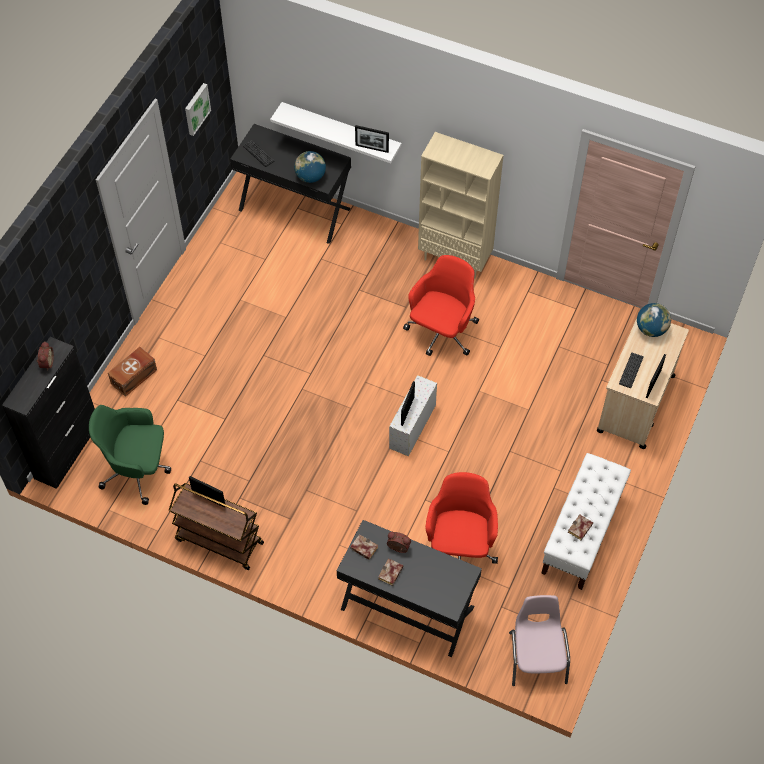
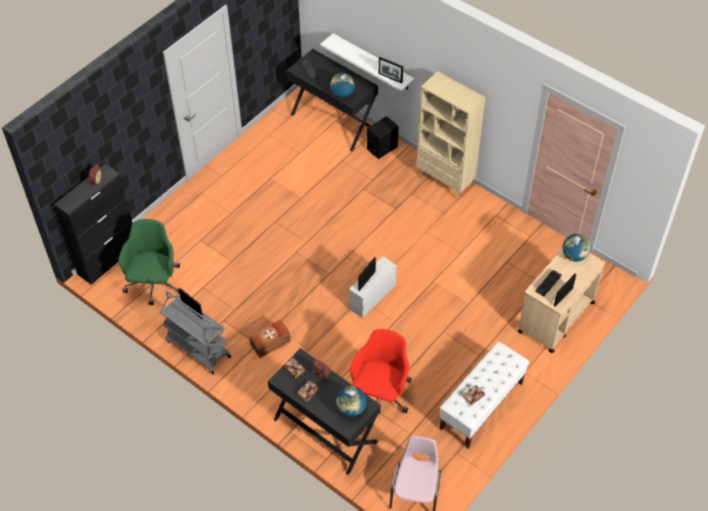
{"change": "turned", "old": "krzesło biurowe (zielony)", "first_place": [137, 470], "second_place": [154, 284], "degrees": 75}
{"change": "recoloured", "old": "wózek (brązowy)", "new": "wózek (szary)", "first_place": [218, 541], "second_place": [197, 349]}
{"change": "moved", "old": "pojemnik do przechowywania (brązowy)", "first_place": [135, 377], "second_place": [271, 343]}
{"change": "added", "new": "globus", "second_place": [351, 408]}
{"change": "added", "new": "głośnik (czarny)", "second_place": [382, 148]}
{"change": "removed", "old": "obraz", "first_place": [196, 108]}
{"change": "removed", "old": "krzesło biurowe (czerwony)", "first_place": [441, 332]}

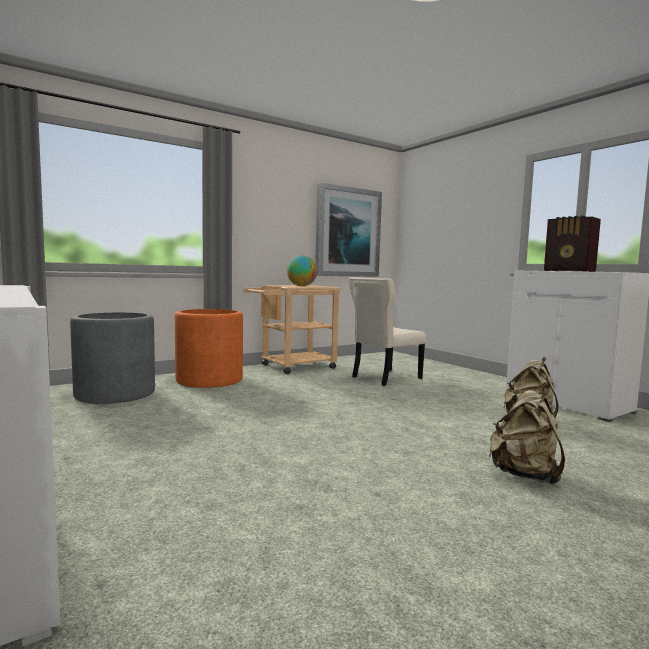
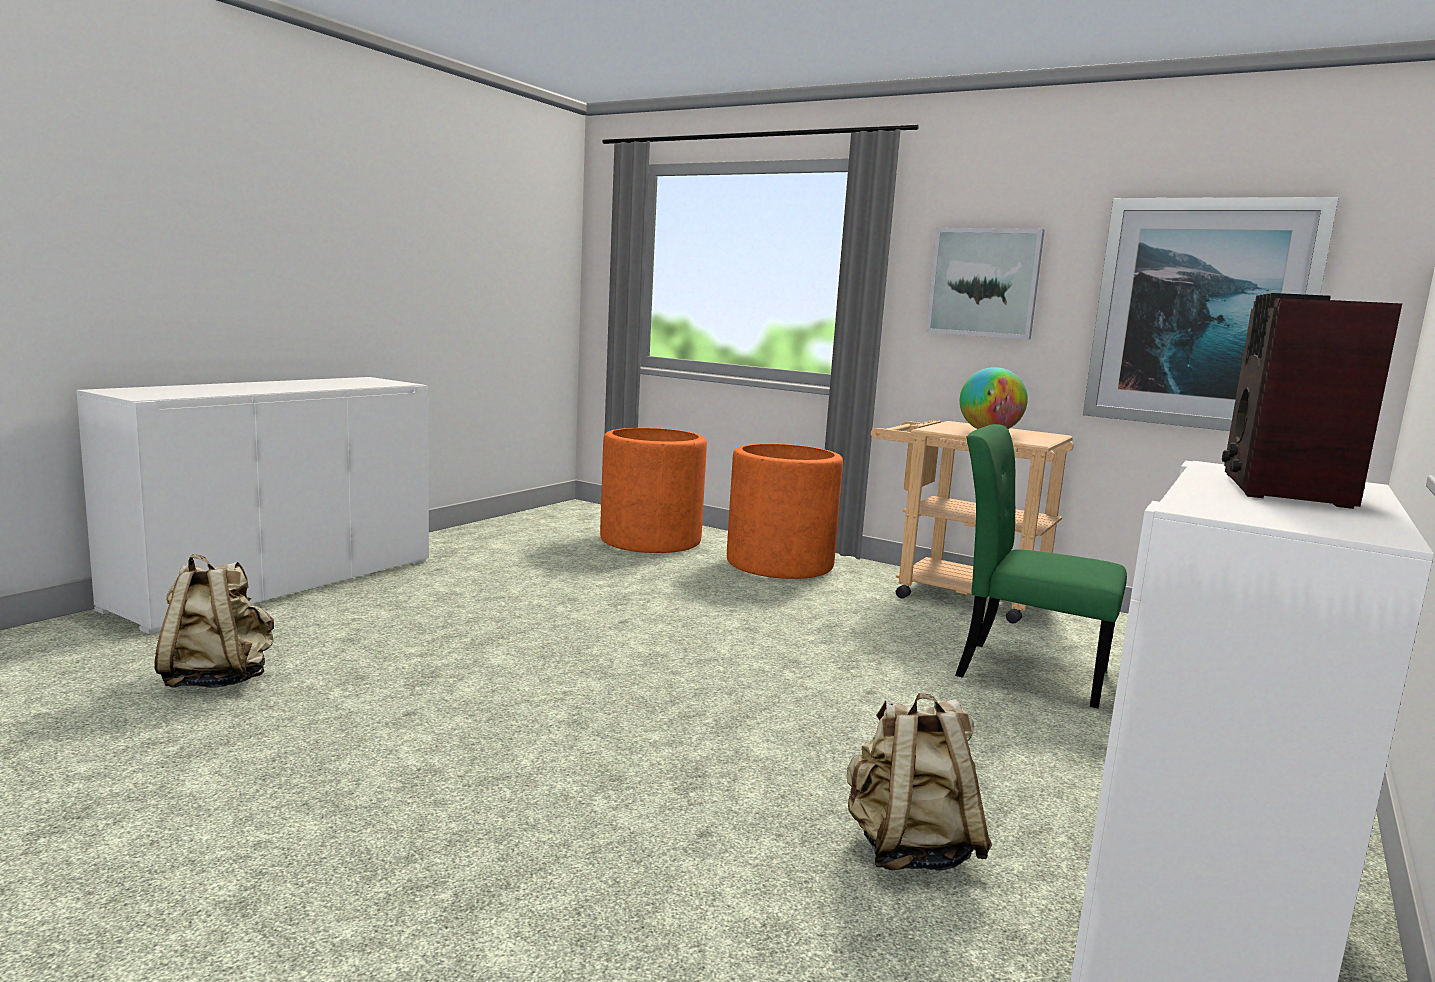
{"change": "moved", "old": "plecak (beżowy)", "first_place": [525, 475], "second_place": [218, 679]}
{"change": "recoloured", "old": "donica (szary)", "new": "donica (pomarańczowy)", "first_place": [115, 394], "second_place": [651, 540]}
{"change": "added", "new": "obraz", "second_place": [984, 283]}
{"change": "recoloured", "old": "krzesło (beżowy)", "new": "krzesło (zielony)", "first_place": [384, 378], "second_place": [1024, 671]}

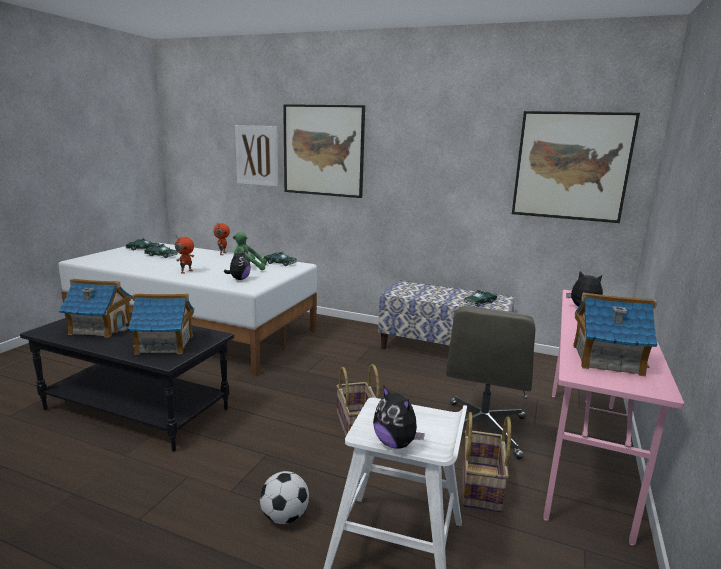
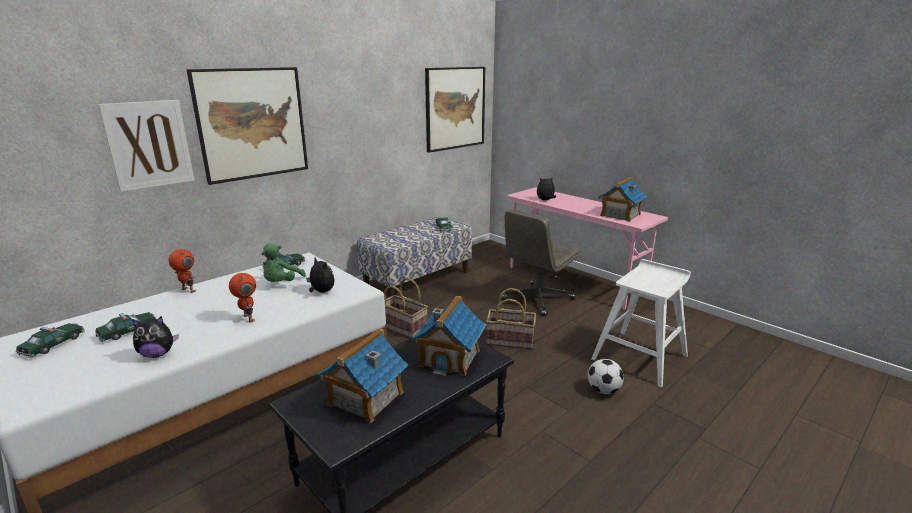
{"change": "moved", "old": "pluszak", "first_place": [396, 443], "second_place": [157, 354]}
{"change": "moved", "old": "koszyk", "first_place": [482, 486], "second_place": [404, 327]}
{"change": "turned", "old": "krzesło biurowe (szary)", "first_place": [482, 430], "second_place": [537, 299], "degrees": 90}

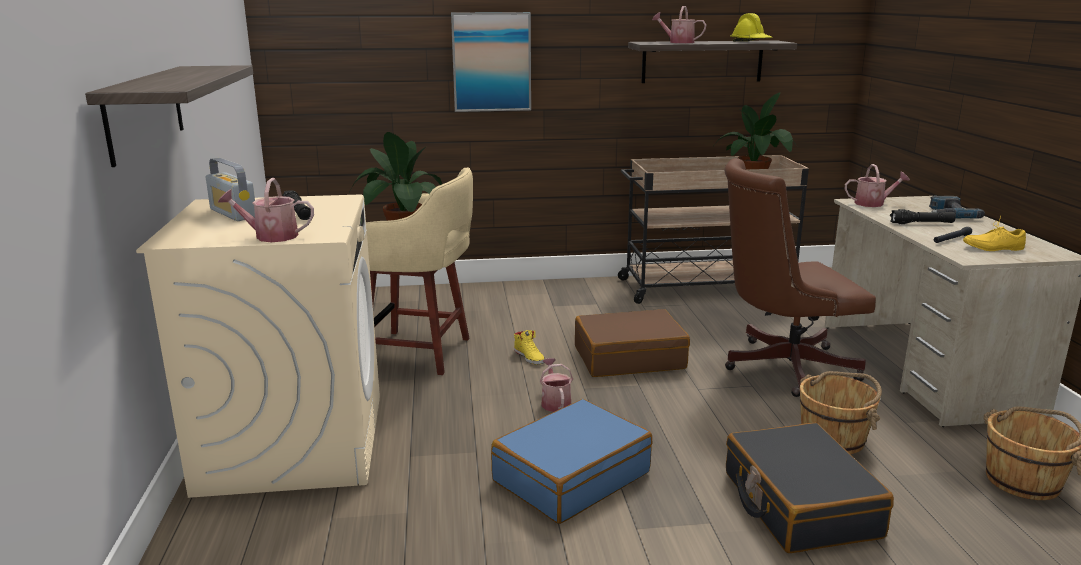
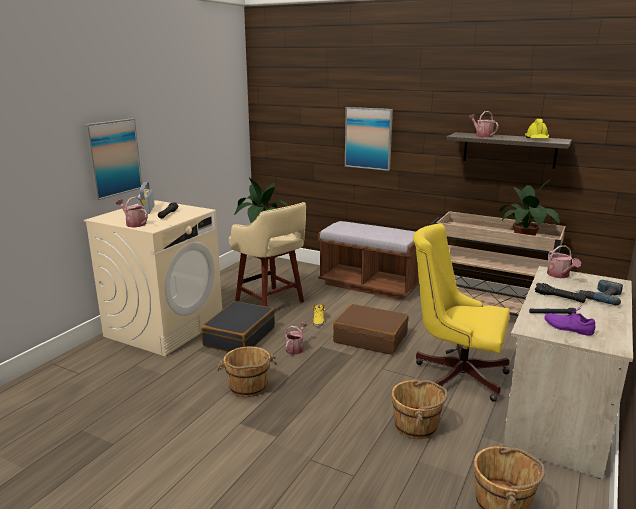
{"change": "replaced", "old": "półka", "new": "obraz", "first_place": [145, 112], "second_place": [113, 158]}
{"change": "moved", "old": "walizka (czarny)", "first_place": [799, 504], "second_place": [239, 336]}
{"change": "replaced", "old": "walizka (niebieski)", "new": "wiadro (brązowy)", "first_place": [571, 476], "second_place": [248, 387]}
{"change": "added", "new": "ławka (brązowy)", "second_place": [369, 285]}
{"change": "recoloured", "old": "krzesło biurowe (brązowy)", "new": "krzesło biurowe (żółty)", "first_place": [781, 367], "second_place": [455, 374]}
{"change": "recoloured", "old": "but (żółty)", "new": "but (fioletowy)", "first_place": [992, 247], "second_place": [568, 327]}
{"change": "turned", "old": "konewka", "first_place": [873, 203], "second_place": [560, 275], "degrees": 45}

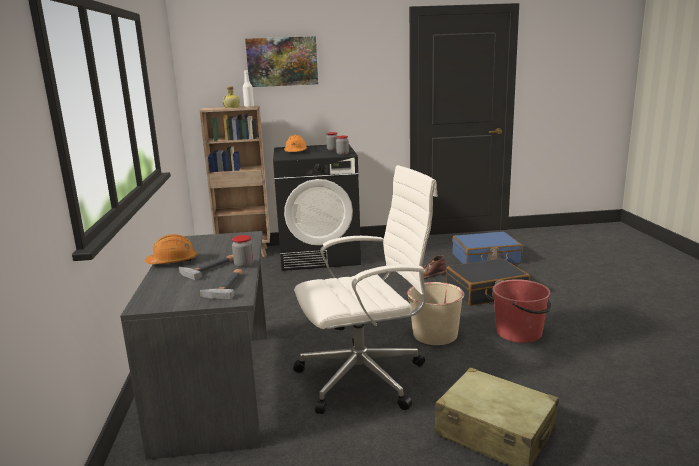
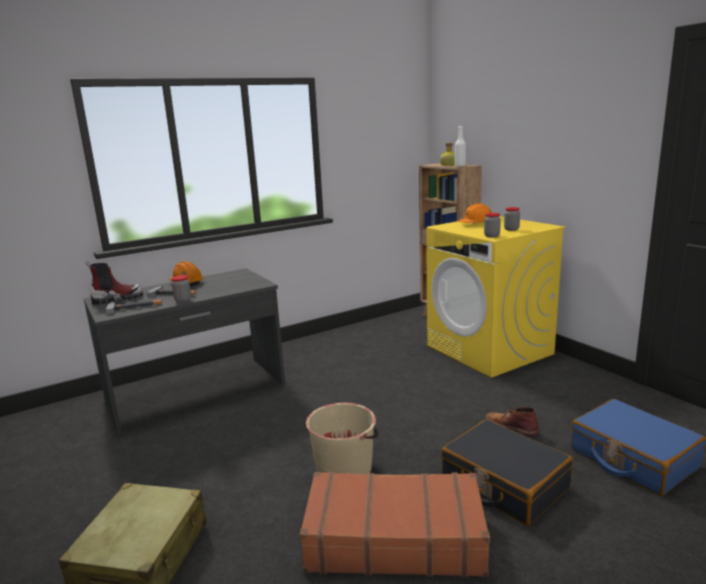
{"change": "added", "new": "but z cholewką", "second_place": [117, 299]}
{"change": "replaced", "old": "wiadro (czerwony)", "new": "walizka (brązowy)", "first_place": [519, 332], "second_place": [394, 538]}
{"change": "recoloured", "old": "pralka (czarny)", "new": "pralka (żółty)", "first_place": [320, 255], "second_place": [489, 350]}
{"change": "removed", "old": "obraz", "first_place": [282, 61]}
{"change": "removed", "old": "krzesło biurowe (biały)", "first_place": [365, 377]}

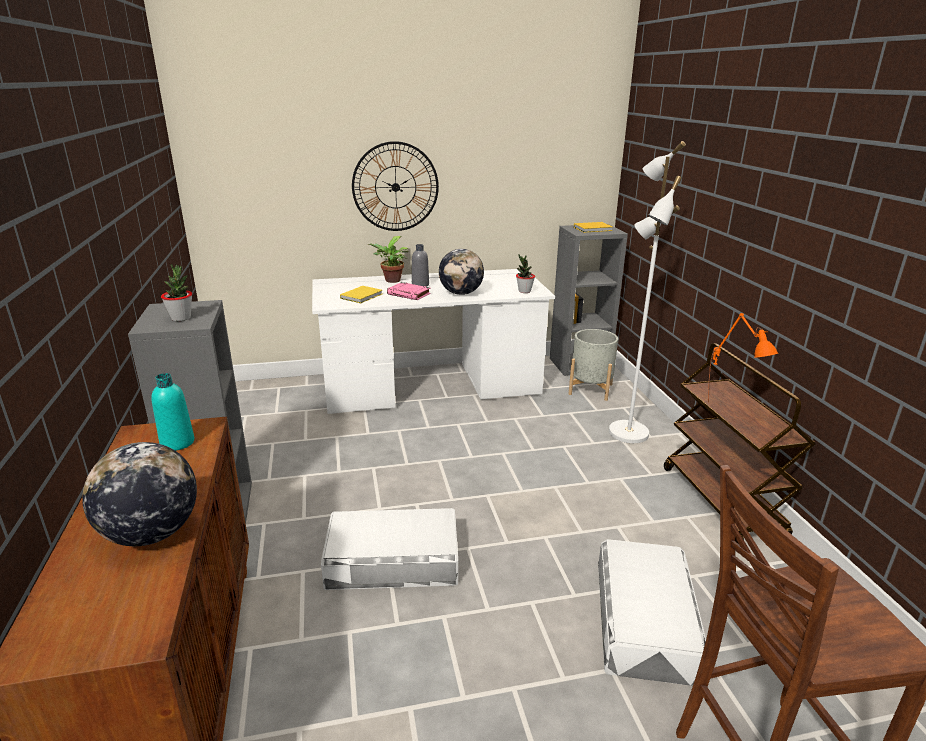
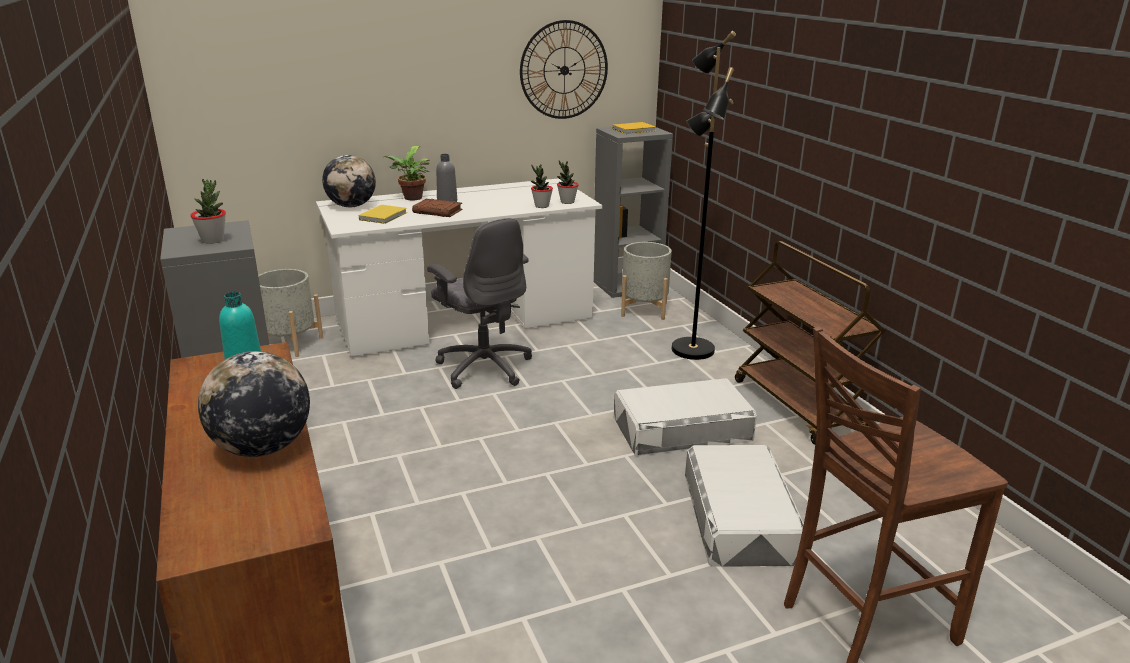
{"change": "added", "new": "donica (szary)", "second_place": [290, 343]}
{"change": "moved", "old": "globus", "first_place": [461, 293], "second_place": [352, 206]}
{"change": "recoloured", "old": "książka (różowy)", "new": "książka (brązowy)", "first_place": [409, 294], "second_place": [438, 211]}
{"change": "added", "new": "krzesło biurowe (szary)", "second_place": [484, 367]}
{"change": "moved", "old": "zegar ścienny", "first_place": [395, 187], "second_place": [564, 70]}
{"change": "added", "new": "roślina doniczkowa", "second_place": [541, 206]}
{"change": "moved", "old": "pojemnik do przechowywania (biały)", "first_place": [393, 559], "second_place": [681, 428]}
{"change": "recoloured", "old": "lampa stojąca (biały)", "new": "lampa stojąca (czarny)", "first_place": [627, 432], "second_place": [691, 350]}
{"change": "removed", "old": "lampa stołowa (pomarańczowy)", "first_place": [731, 409]}

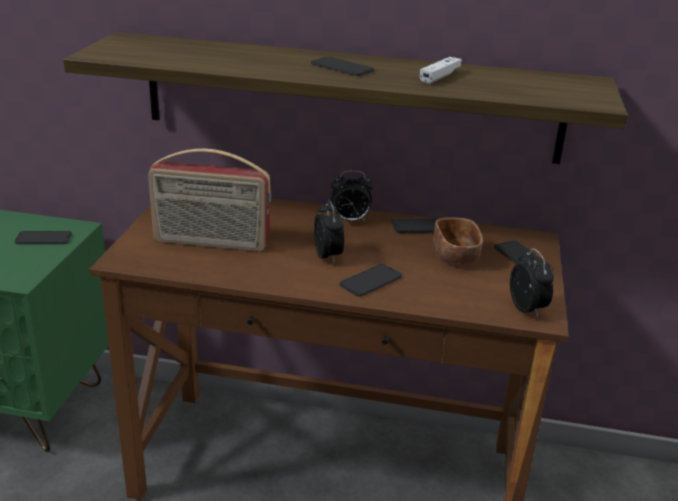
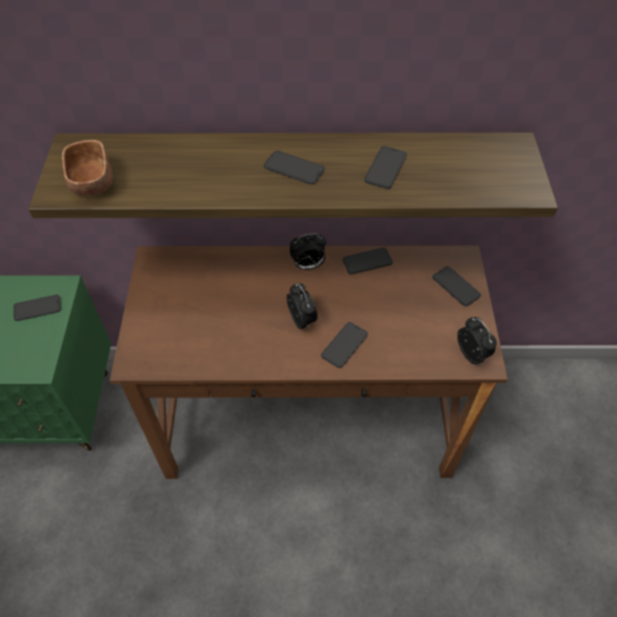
{"change": "moved", "old": "miska (brązowy)", "first_place": [455, 256], "second_place": [92, 182]}
{"change": "replaced", "old": "pad do gier (biały)", "new": "telefon", "first_place": [440, 76], "second_place": [385, 168]}
{"change": "removed", "old": "radio", "first_place": [211, 243]}

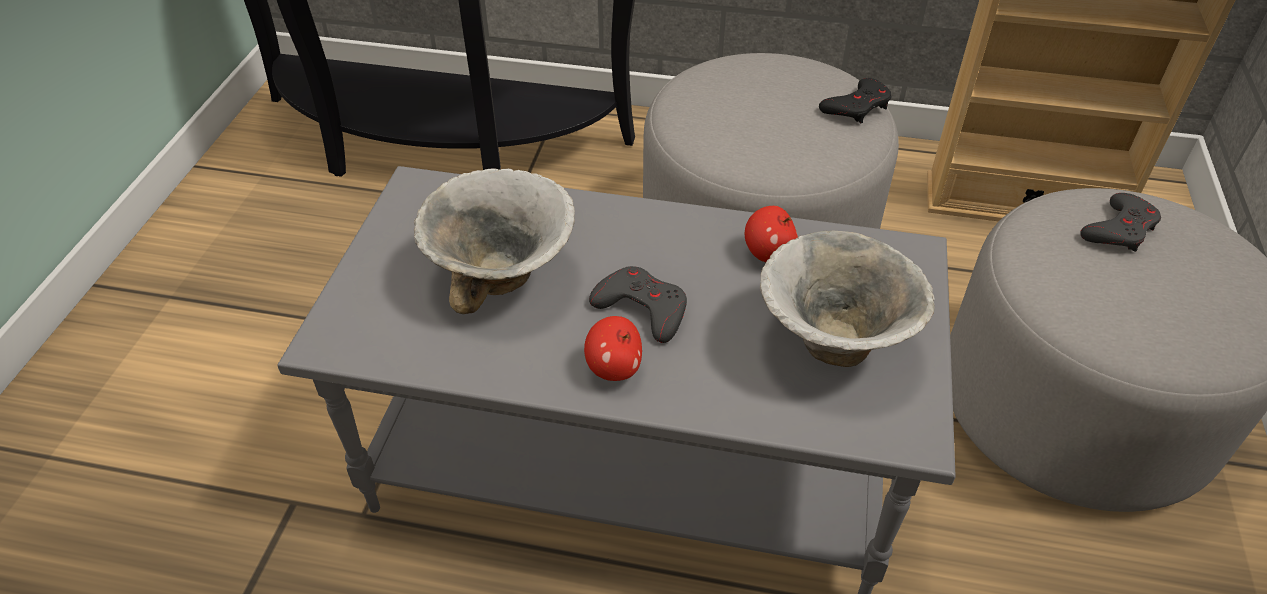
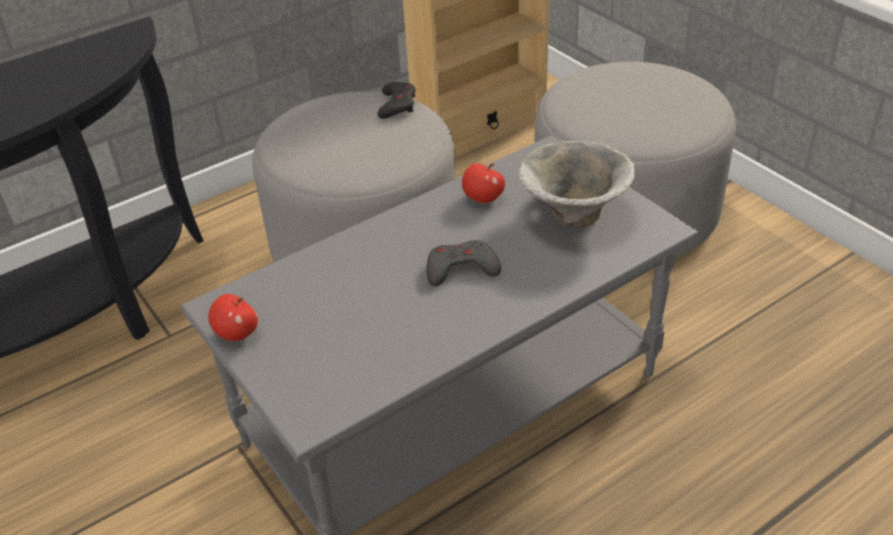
{"change": "moved", "old": "jabłko", "first_place": [614, 368], "second_place": [237, 333]}
{"change": "removed", "old": "miska", "first_place": [503, 278]}
{"change": "removed", "old": "pad do gier (szary)", "first_place": [1119, 229]}

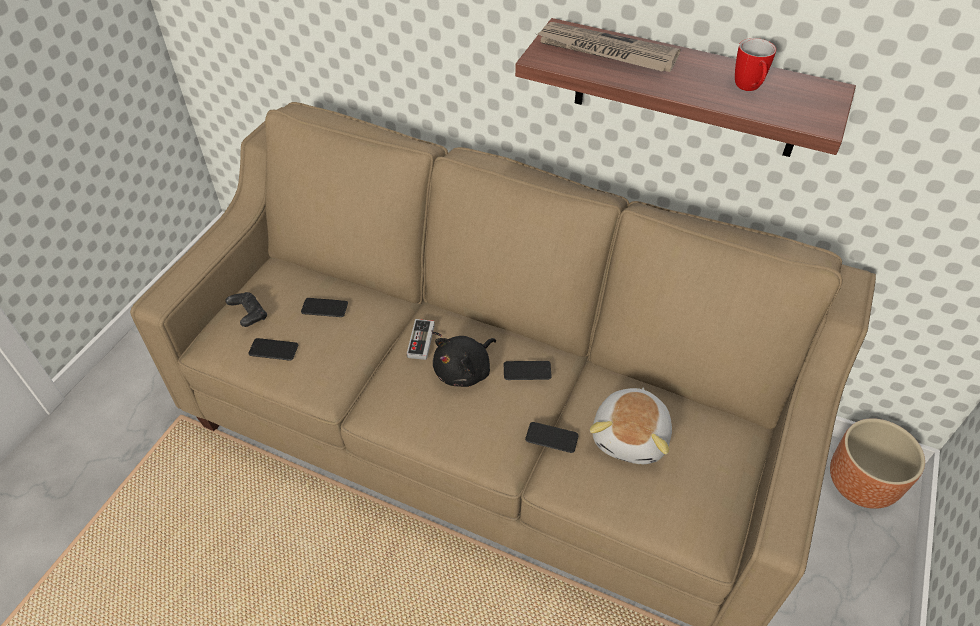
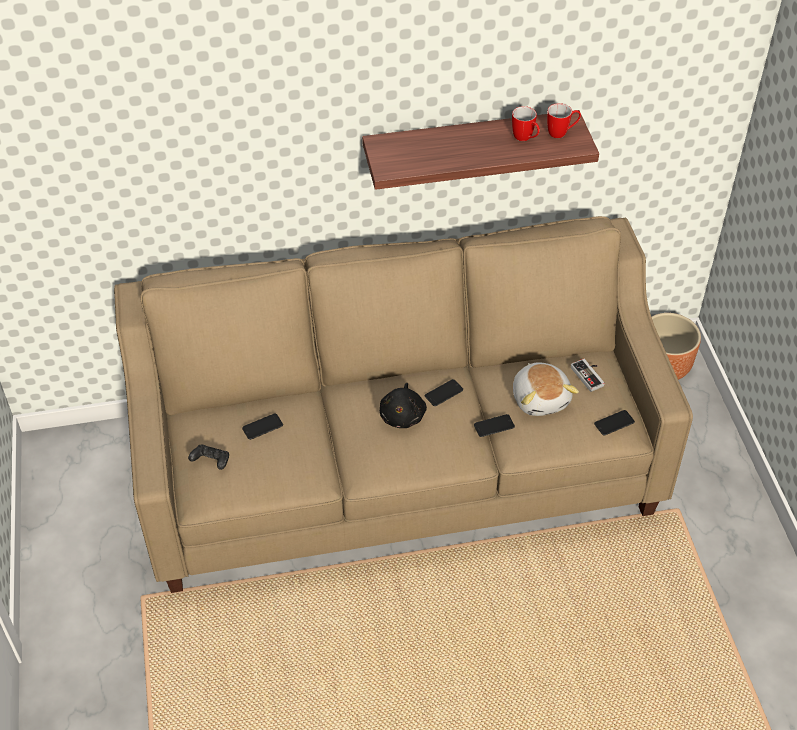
{"change": "added", "new": "kubek", "second_place": [562, 133]}
{"change": "moved", "old": "pad do gier", "first_place": [425, 342], "second_place": [590, 375]}
{"change": "moved", "old": "telefon", "first_place": [273, 350], "second_place": [614, 423]}
{"change": "removed", "old": "gazeta", "first_place": [605, 52]}

